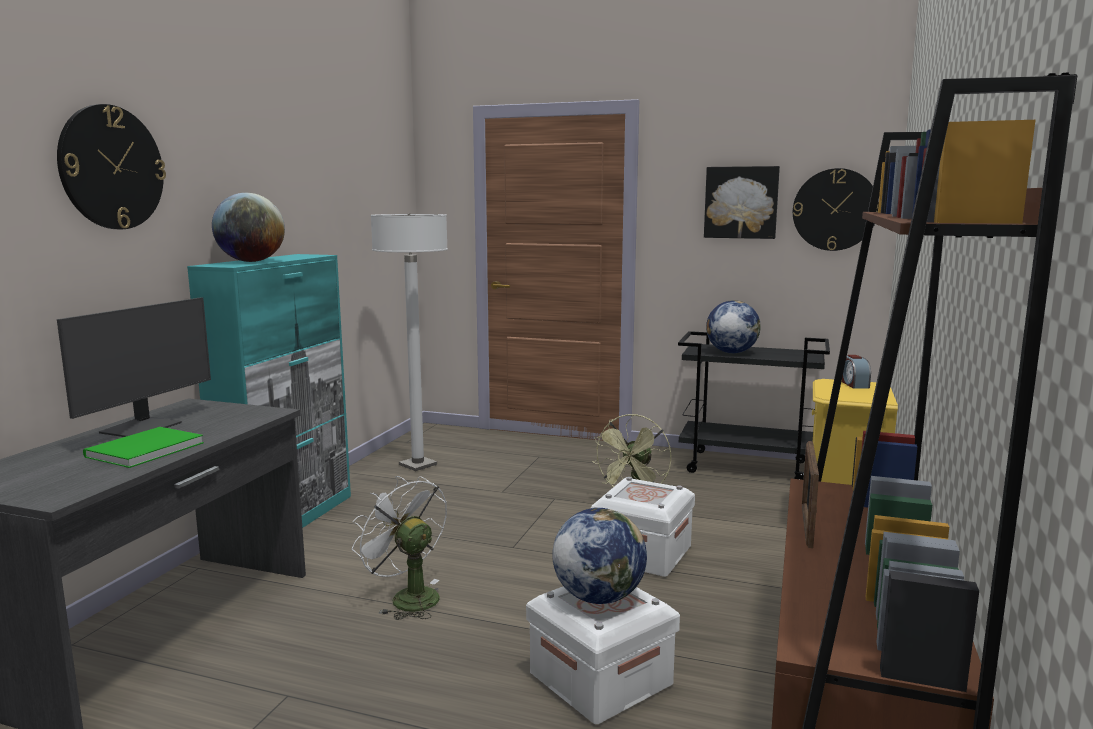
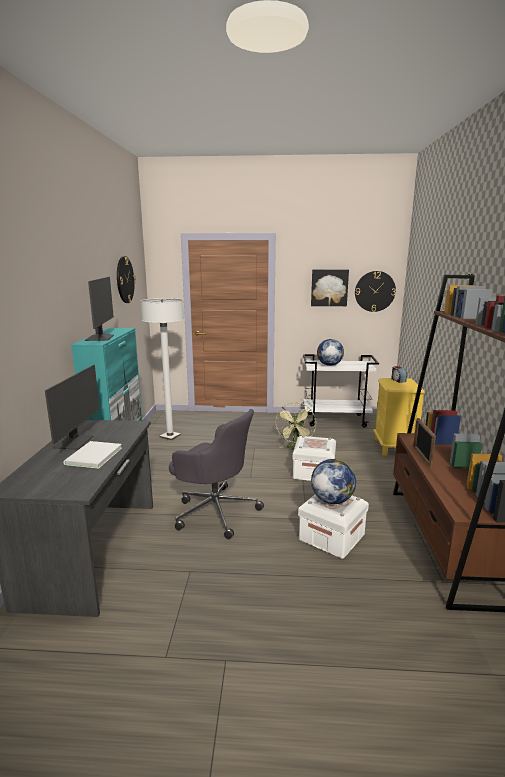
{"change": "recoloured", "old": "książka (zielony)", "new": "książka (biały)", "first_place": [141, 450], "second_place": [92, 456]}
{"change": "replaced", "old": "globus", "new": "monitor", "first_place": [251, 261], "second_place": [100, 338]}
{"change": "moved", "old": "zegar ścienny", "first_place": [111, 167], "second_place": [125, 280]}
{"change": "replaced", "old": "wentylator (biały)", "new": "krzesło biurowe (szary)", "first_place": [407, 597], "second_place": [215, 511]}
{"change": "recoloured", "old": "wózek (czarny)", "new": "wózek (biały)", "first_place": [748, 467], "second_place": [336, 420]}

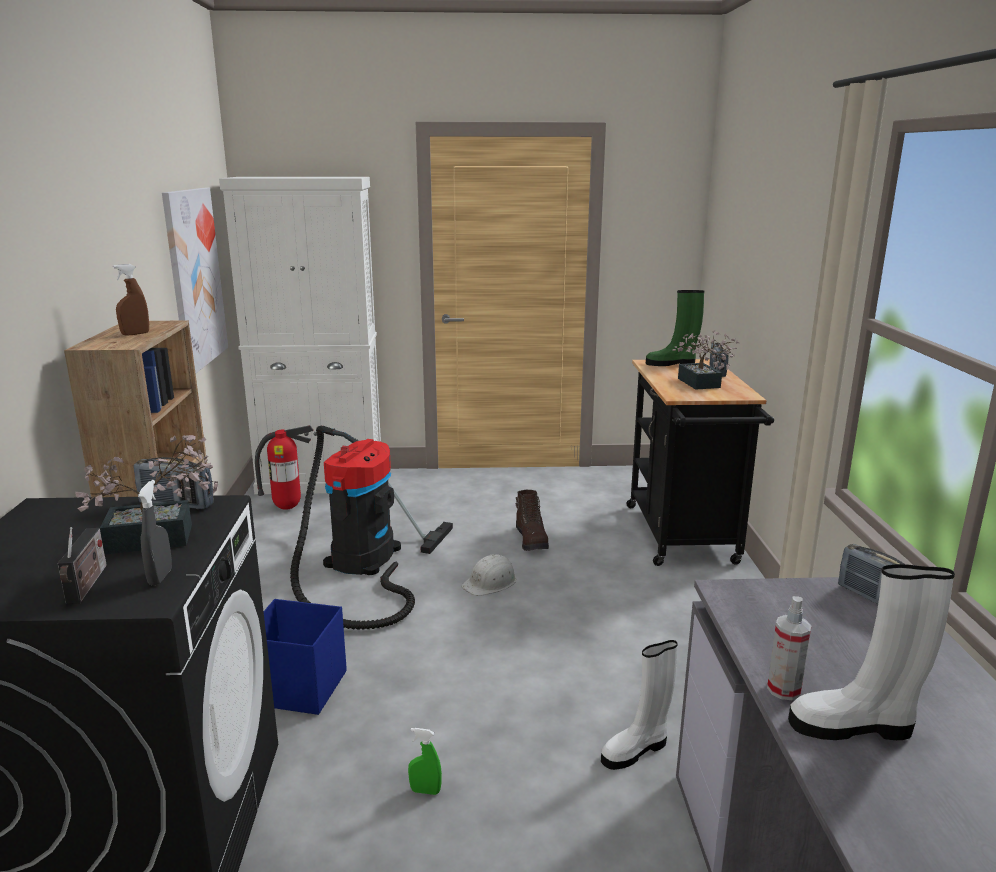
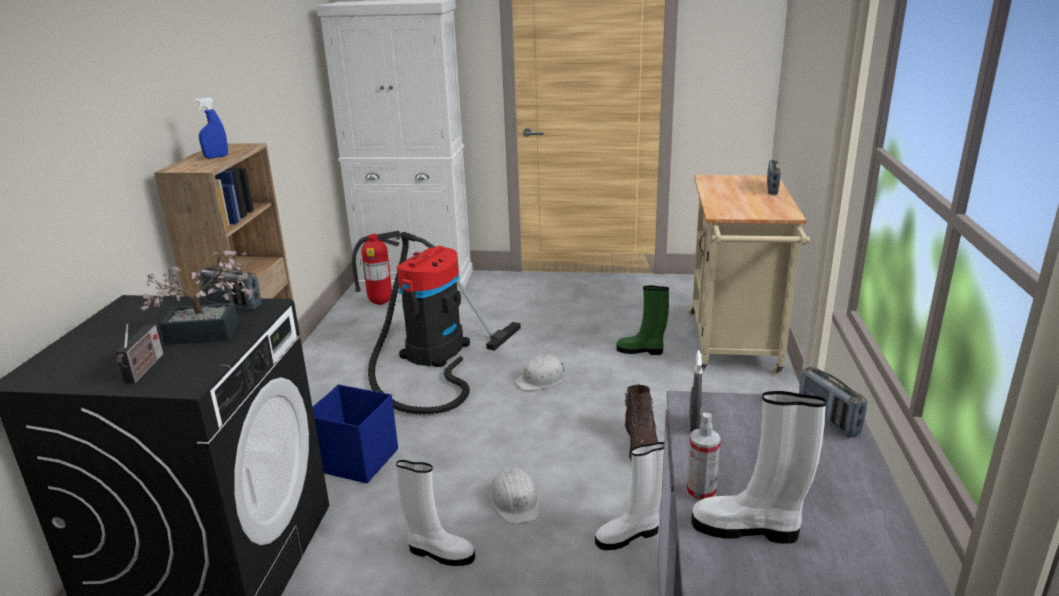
{"change": "recoloured", "old": "spryskiwacz (brązowy)", "new": "spryskiwacz (niebieski)", "first_place": [135, 334], "second_place": [216, 157]}
{"change": "replaced", "old": "spryskiwacz (zielony)", "new": "but z cholewką (biały)", "first_place": [425, 791], "second_place": [439, 553]}
{"change": "added", "new": "kask (biały)", "second_place": [515, 501]}
{"change": "moved", "old": "but z cholewką (zielony)", "first_place": [672, 364], "second_place": [641, 350]}
{"change": "moved", "old": "but z cholewką (brązowy)", "first_place": [532, 540], "second_place": [641, 445]}
{"change": "recoloured", "old": "wózek (czarny)", "new": "wózek (beżowy)", "first_place": [683, 538], "second_place": [734, 347]}
{"change": "moved", "old": "spryskiwacz (szary)", "first_place": [160, 577], "second_place": [694, 426]}
{"change": "removed", "old": "obraz", "first_place": [194, 278]}
{"change": "removed", "old": "roślina doniczkowa", "first_place": [700, 384]}

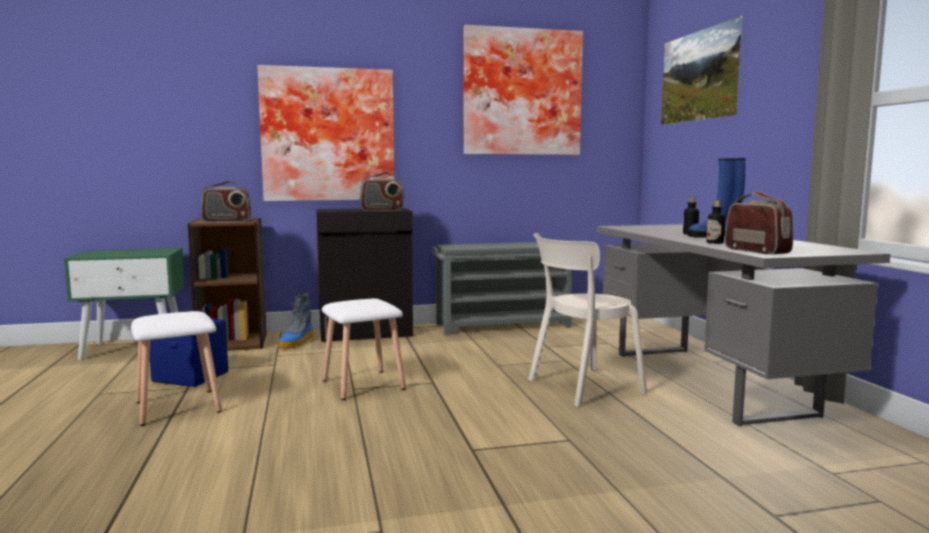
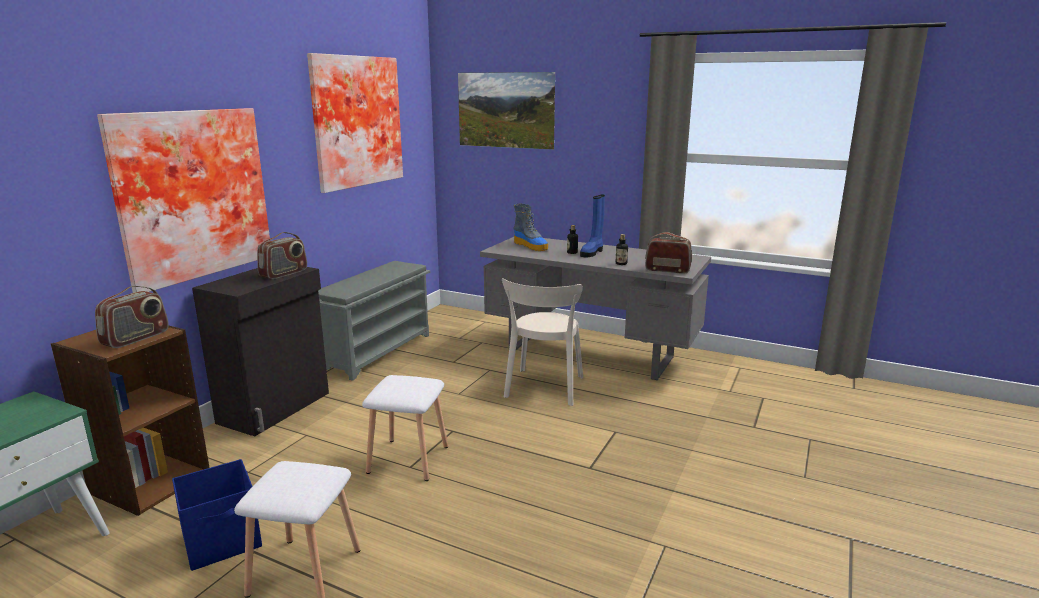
{"change": "moved", "old": "but z cholewką", "first_place": [296, 342], "second_place": [531, 246]}

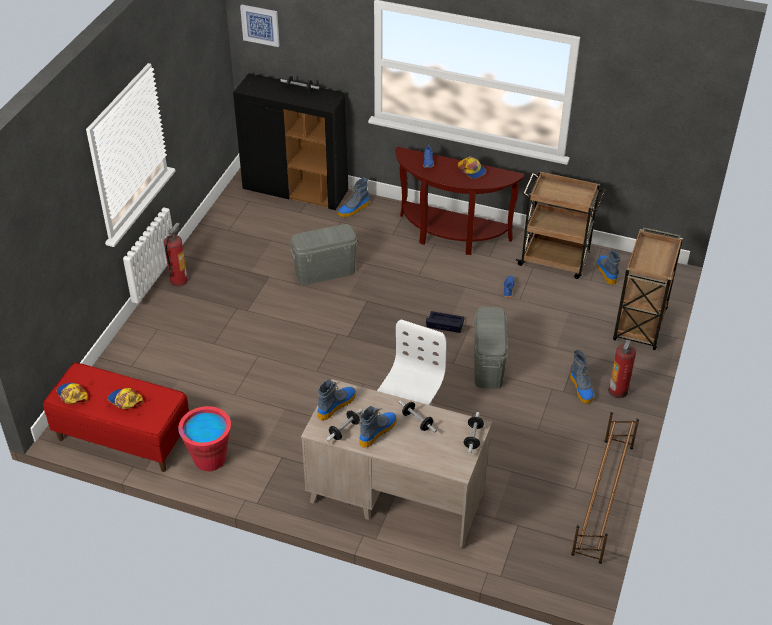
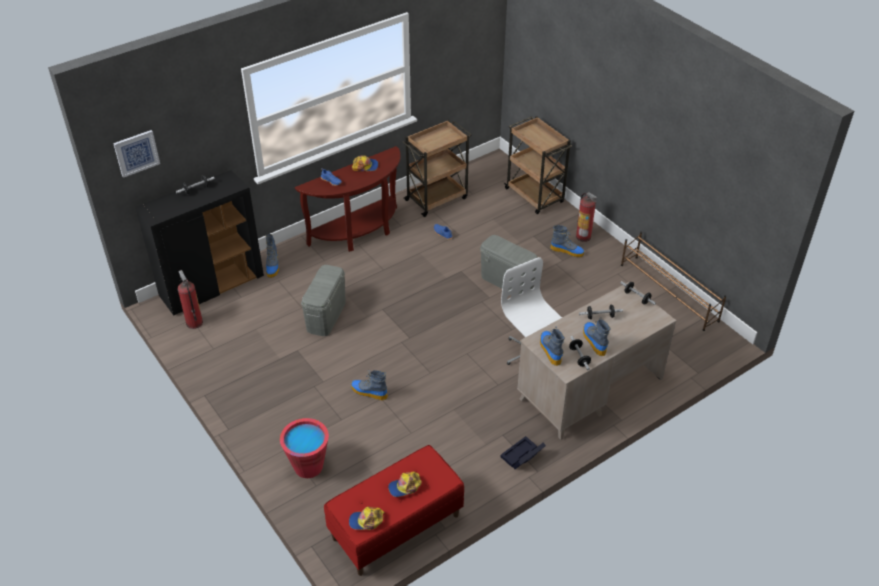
{"change": "moved", "old": "gaśnica", "first_place": [178, 280], "second_place": [194, 322]}
{"change": "moved", "old": "wiadro (czerwony)", "first_place": [209, 459], "second_place": [308, 466]}
{"change": "moved", "old": "but z cholewką", "first_place": [606, 272], "second_place": [368, 392]}
{"change": "moved", "old": "pojemnik do przechowywania (czarny)", "first_place": [443, 325], "second_place": [522, 456]}

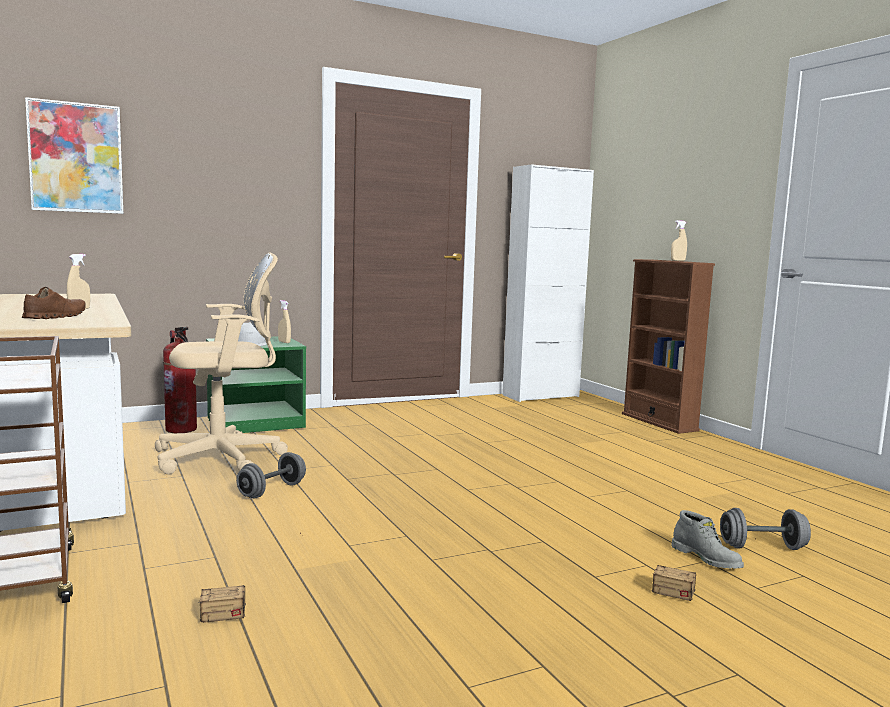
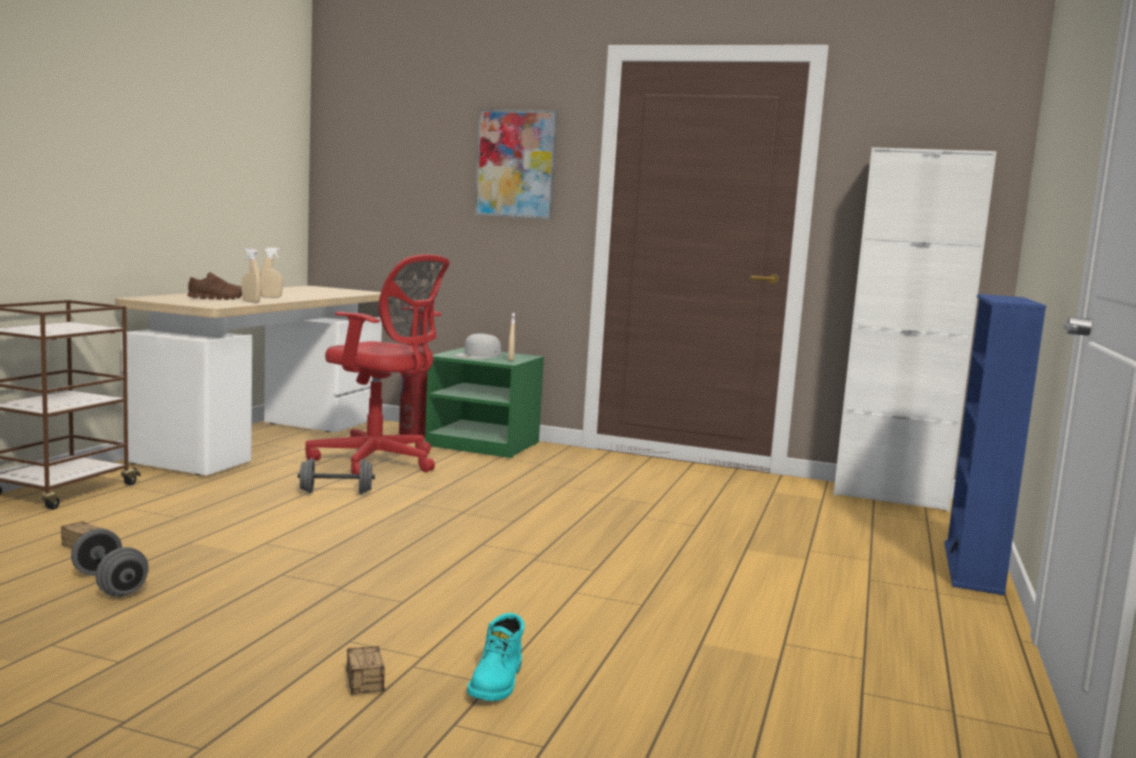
{"change": "moved", "old": "hantel (szary)", "first_place": [762, 547], "second_place": [109, 584]}
{"change": "moved", "old": "spryskiwacz (beżowy)", "first_place": [678, 261], "second_place": [251, 302]}
{"change": "recoloured", "old": "krzesło biurowe (beżowy)", "new": "krzesło biurowe (czerwony)", "first_place": [225, 458], "second_place": [379, 462]}
{"change": "recoloured", "old": "but z cholewką (szary)", "new": "but z cholewką (turkusowy)", "first_place": [707, 558], "second_place": [497, 683]}
{"change": "moved", "old": "obraz", "first_place": [76, 158], "second_place": [516, 164]}
{"change": "recoloured", "old": "regał (brązowy)", "new": "regał (niebieski)", "first_place": [659, 422], "second_place": [973, 568]}

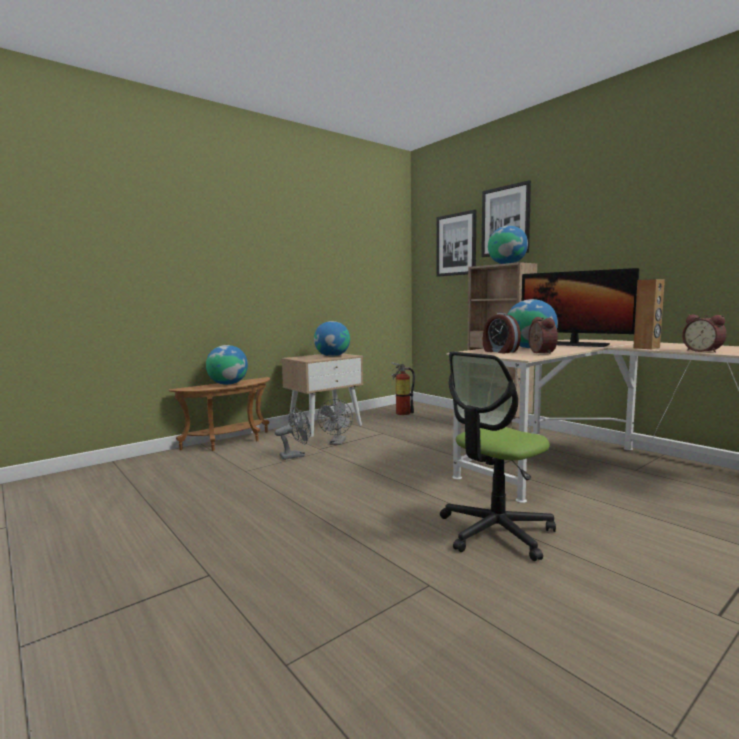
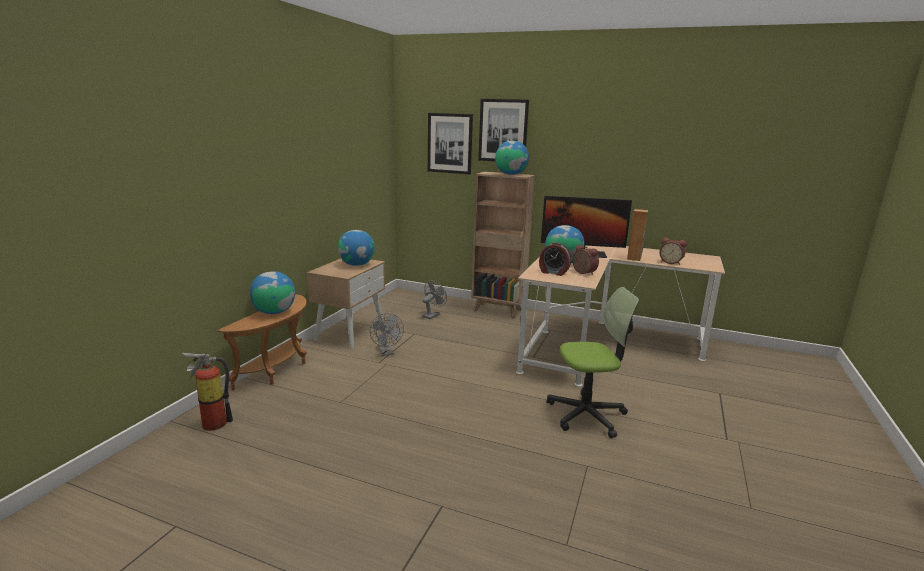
{"change": "moved", "old": "gaśnica", "first_place": [401, 413], "second_place": [211, 423]}
{"change": "moved", "old": "wentylator (szary)", "first_place": [296, 455], "second_place": [432, 315]}
{"change": "turned", "old": "krzesło biurowe", "first_place": [495, 532], "second_place": [586, 415], "degrees": -120}

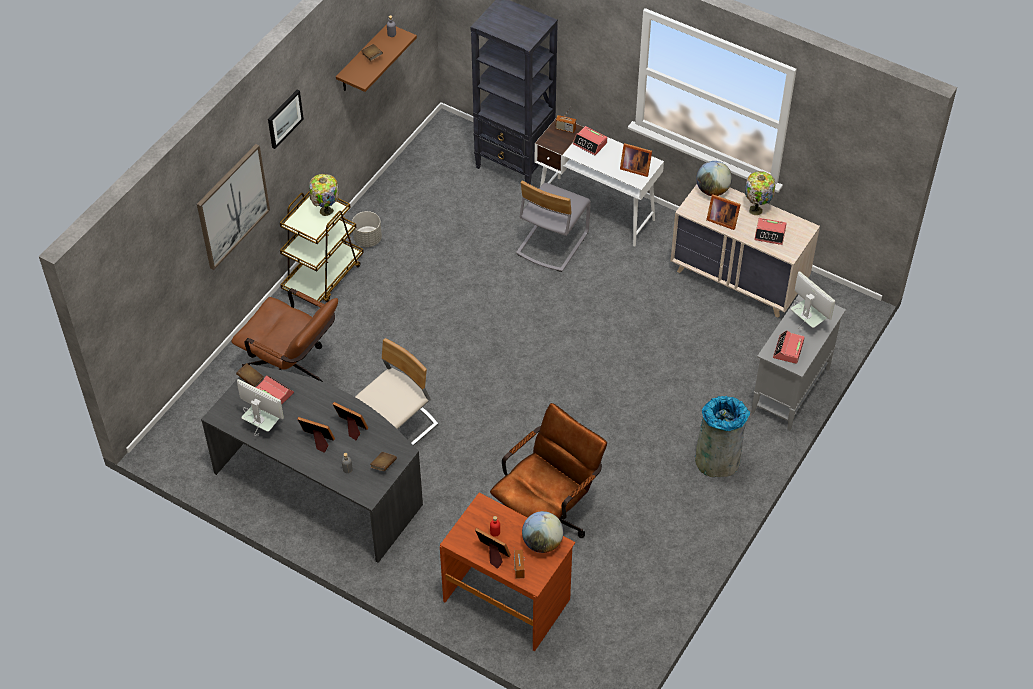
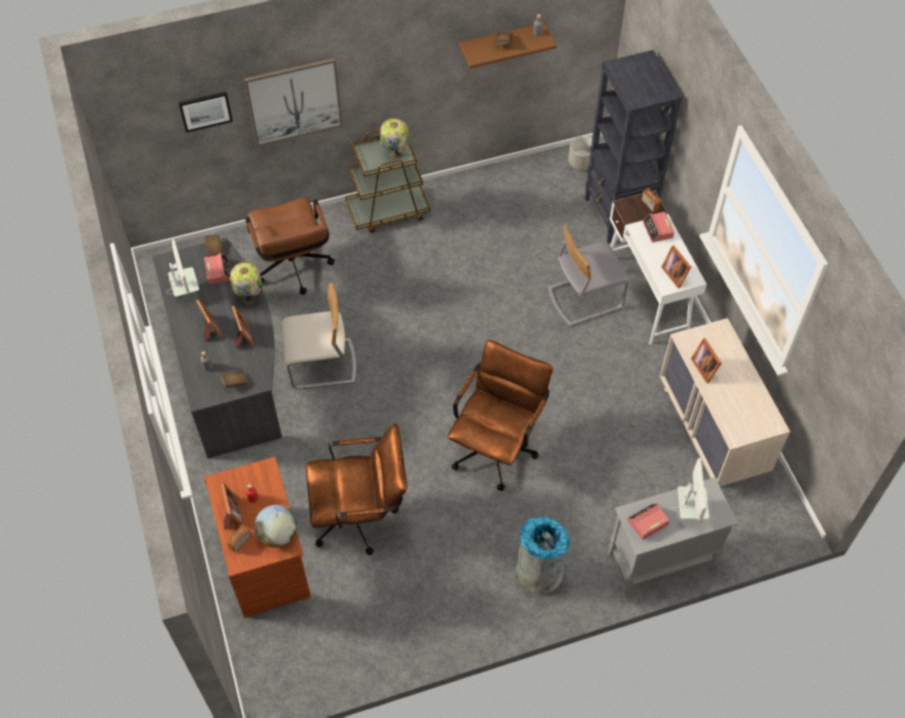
{"change": "moved", "old": "obraz", "first_place": [284, 118], "second_place": [205, 111]}
{"change": "moved", "old": "lampa stołowa", "first_place": [756, 210], "second_place": [250, 299]}
{"change": "added", "new": "krzesło biurowe (brązowy)", "second_place": [497, 445]}
{"change": "moved", "old": "donica (szary)", "first_place": [368, 239], "second_place": [581, 162]}
{"change": "removed", "old": "globus", "first_place": [712, 190]}
{"change": "removed", "old": "budzik", "first_place": [770, 234]}

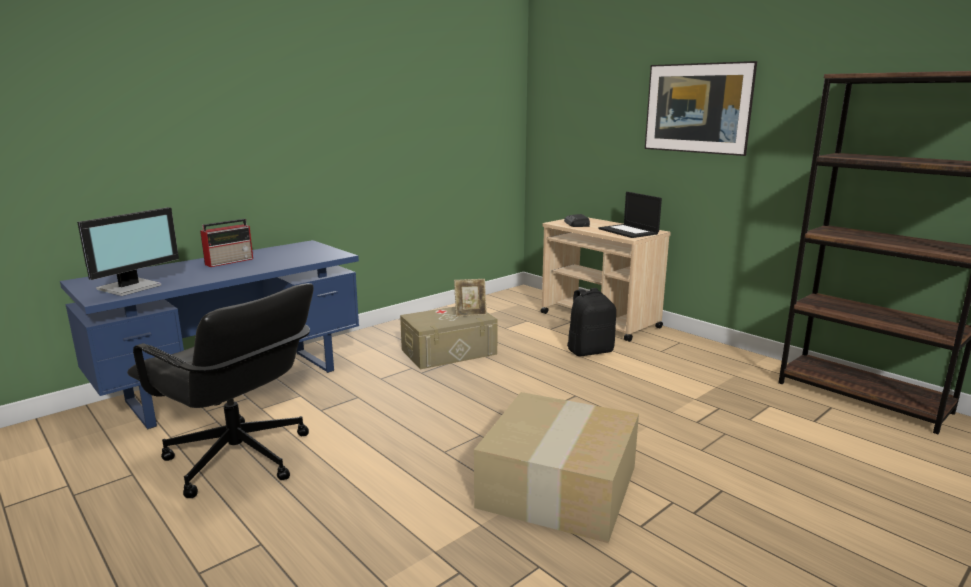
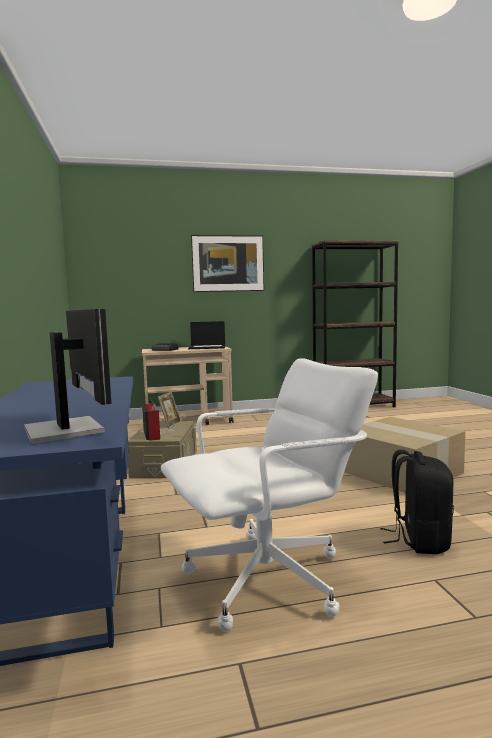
{"change": "moved", "old": "radio", "first_place": [230, 261], "second_place": [152, 435]}
{"change": "recoloured", "old": "krzesło biurowe (czarny)", "new": "krzesło biurowe (biały)", "first_place": [238, 459], "second_place": [268, 580]}
{"change": "moved", "old": "plecak (czarny)", "first_place": [590, 351], "second_place": [419, 540]}

